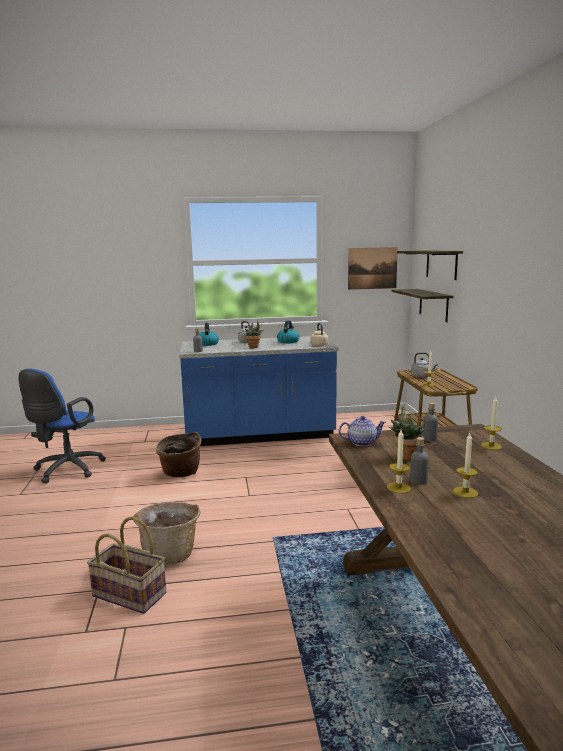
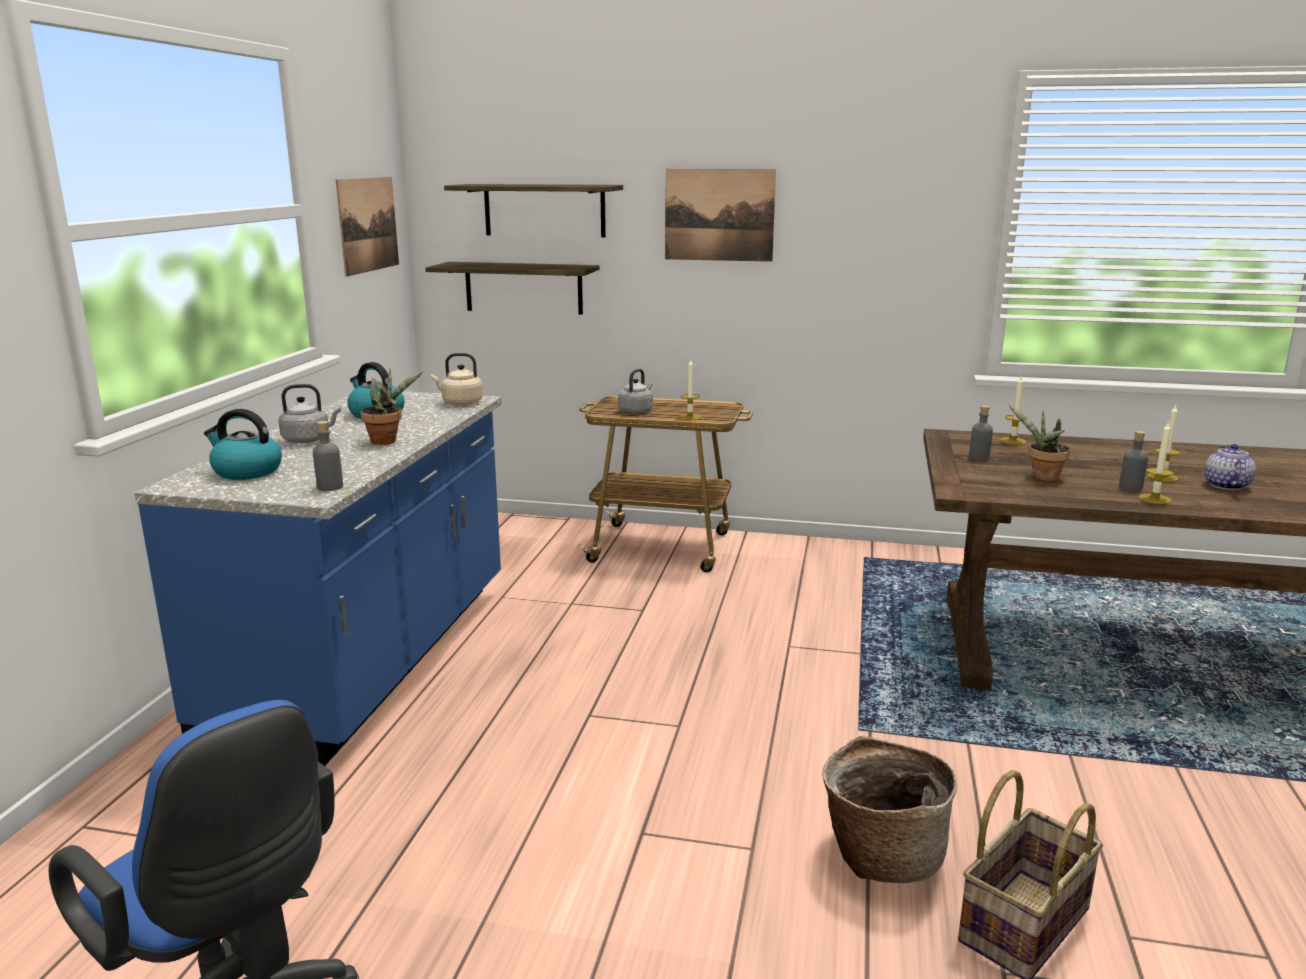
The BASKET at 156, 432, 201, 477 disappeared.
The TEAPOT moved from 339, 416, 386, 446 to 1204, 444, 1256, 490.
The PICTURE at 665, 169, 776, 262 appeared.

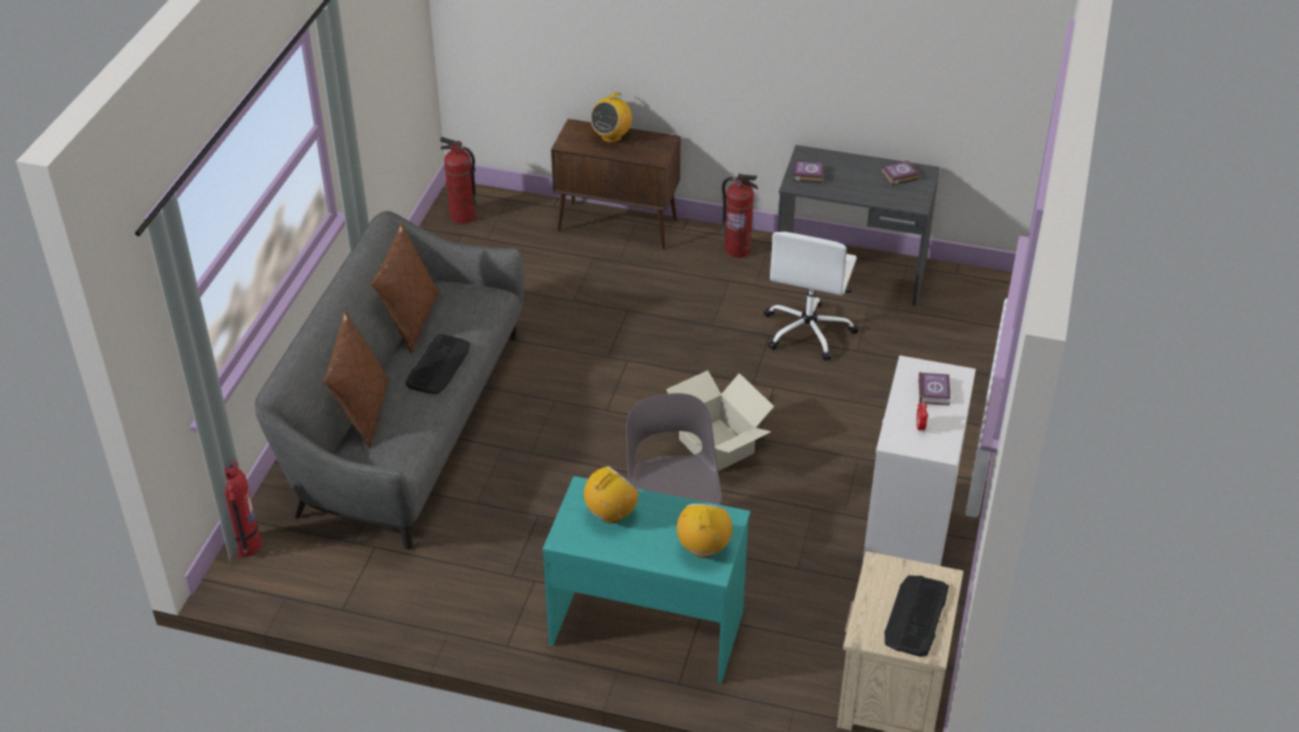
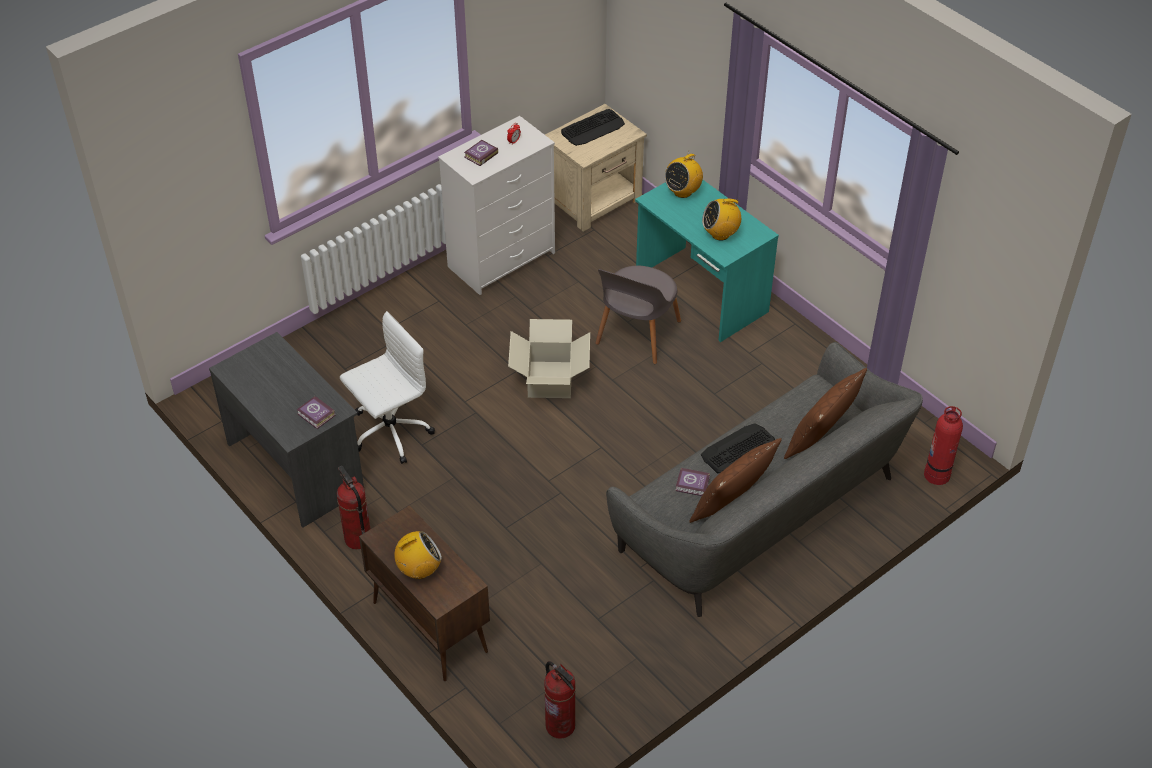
The BOOK moved from 881, 161, 919, 186 to 675, 468, 710, 496.

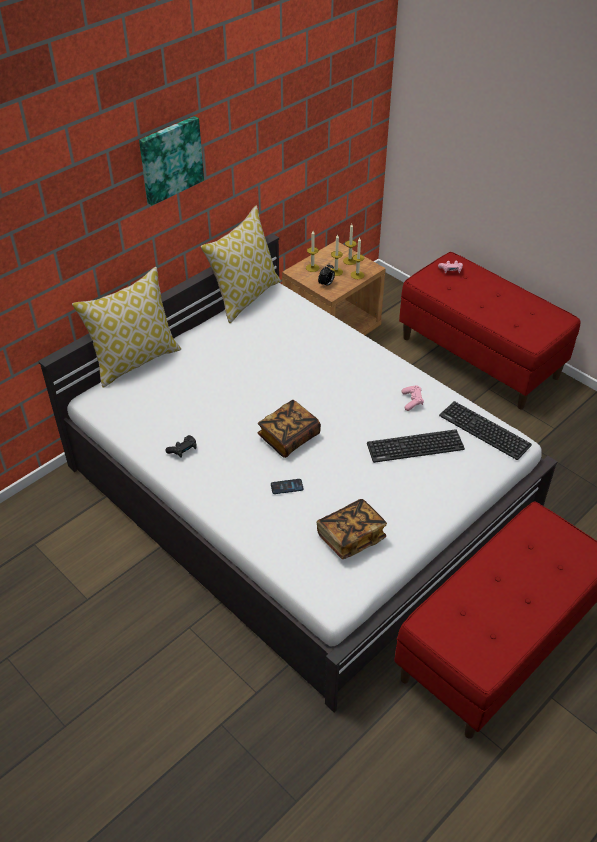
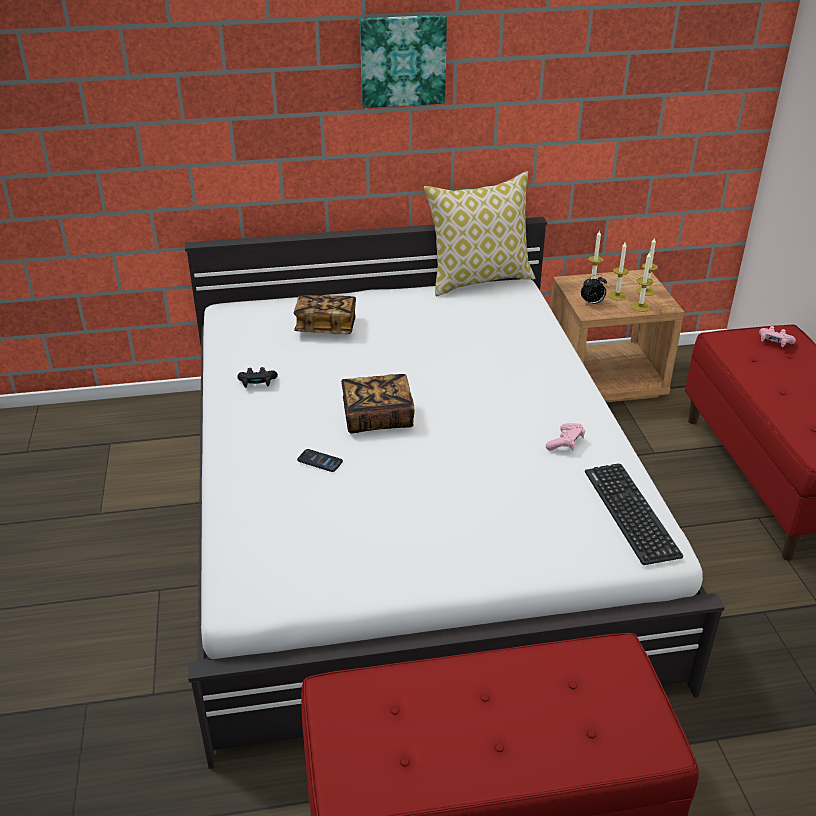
The PILLOW at 72, 267, 181, 388 disappeared.
The BOOK moved from 317, 499, 387, 559 to 294, 295, 356, 334.
The KEYBOARD at 367, 429, 465, 463 disappeared.

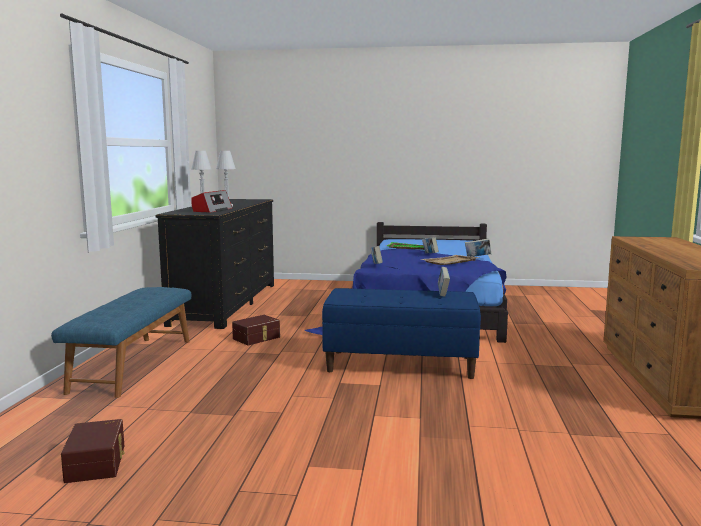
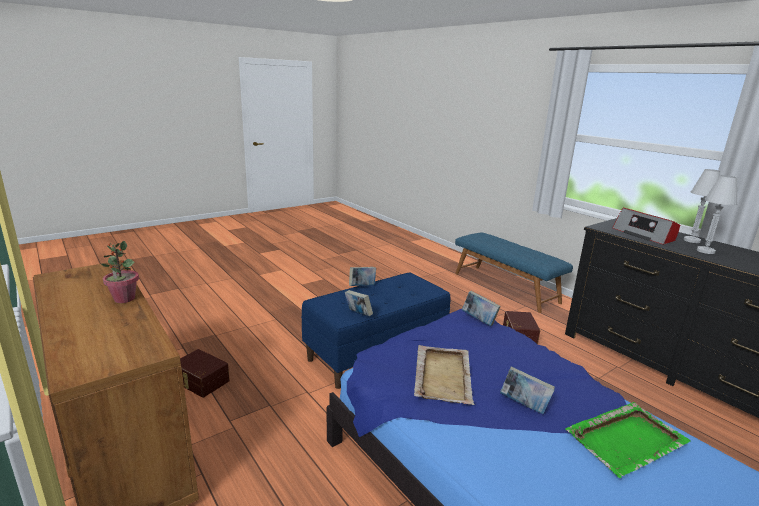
The BROWN STORAGE BOX moved from 61, 419, 125, 483 to 180, 349, 230, 398.
The BOOK moved from 465, 238, 491, 257 to 349, 267, 376, 286.
The POTTED PLANT at 101, 241, 139, 303 appeared.

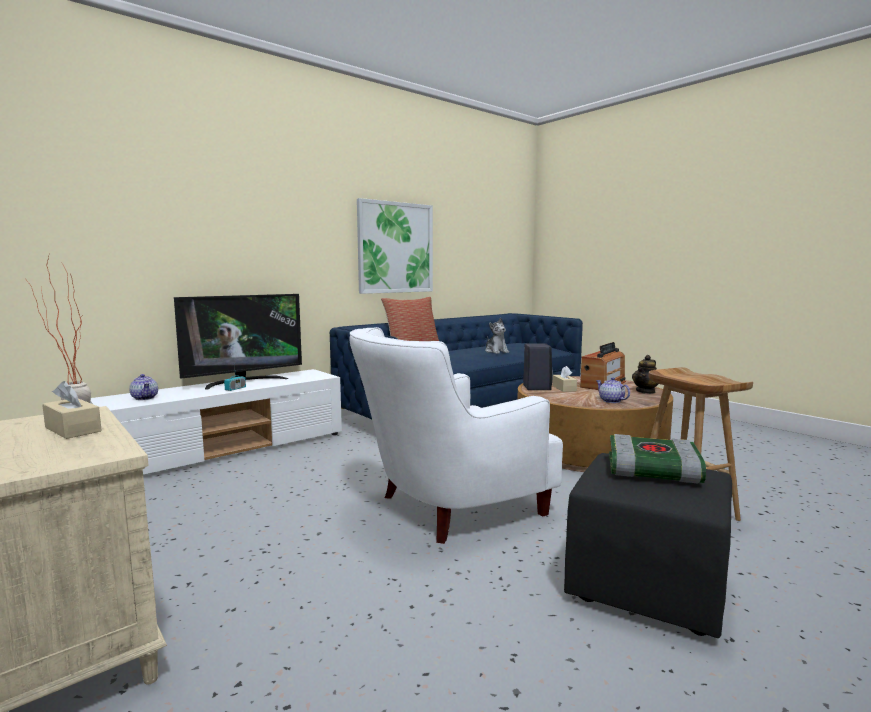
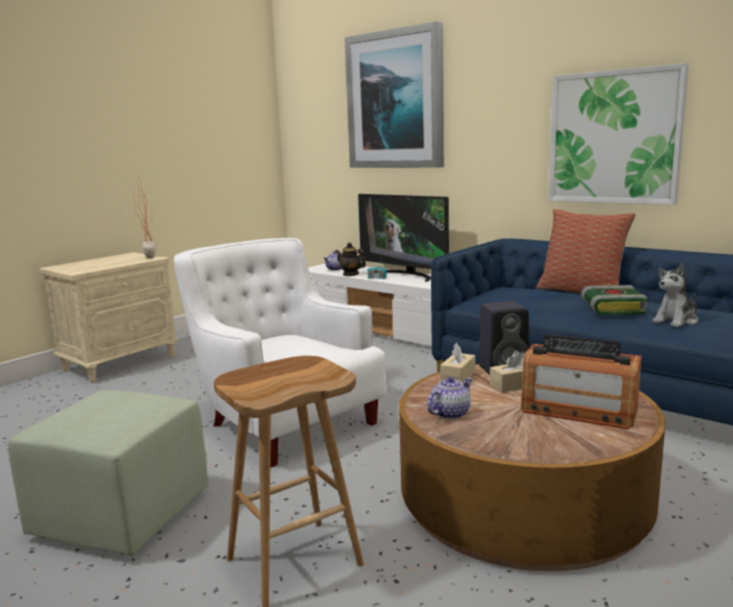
The BEIGE TISSUE BOX moved from 42, 381, 102, 439 to 440, 343, 475, 383.
The BLACK OTTOMAN at 564, 453, 732, 638 became the GREEN OTTOMAN at 8, 390, 209, 557.
The BOOK moved from 609, 434, 706, 484 to 581, 285, 647, 315.
The TEAPOT moved from 632, 355, 658, 394 to 335, 242, 366, 276.
The PICTURE at 344, 21, 444, 168 appeared.

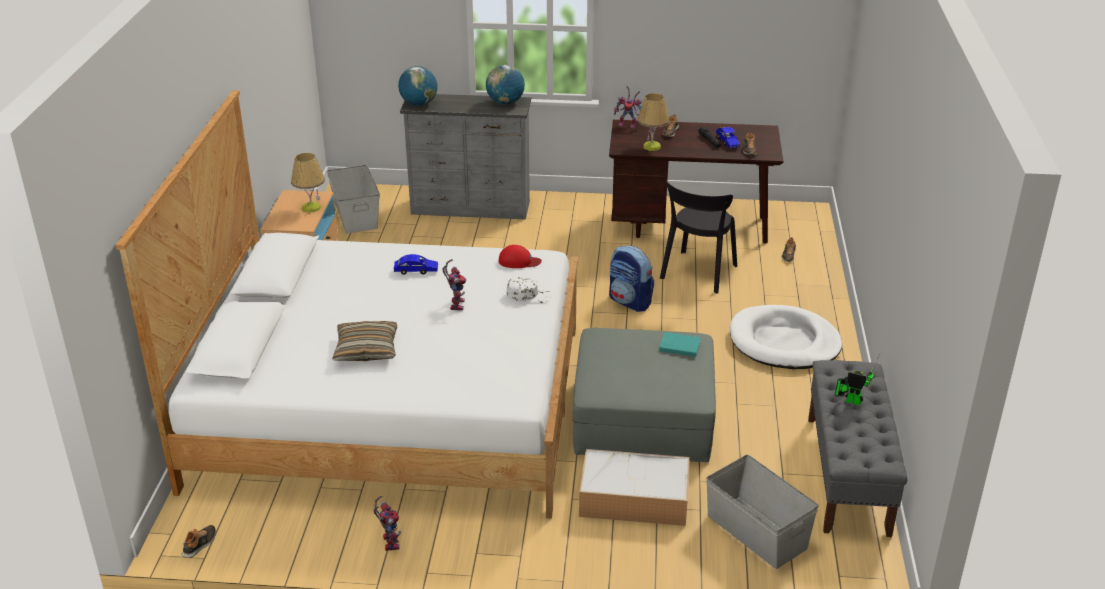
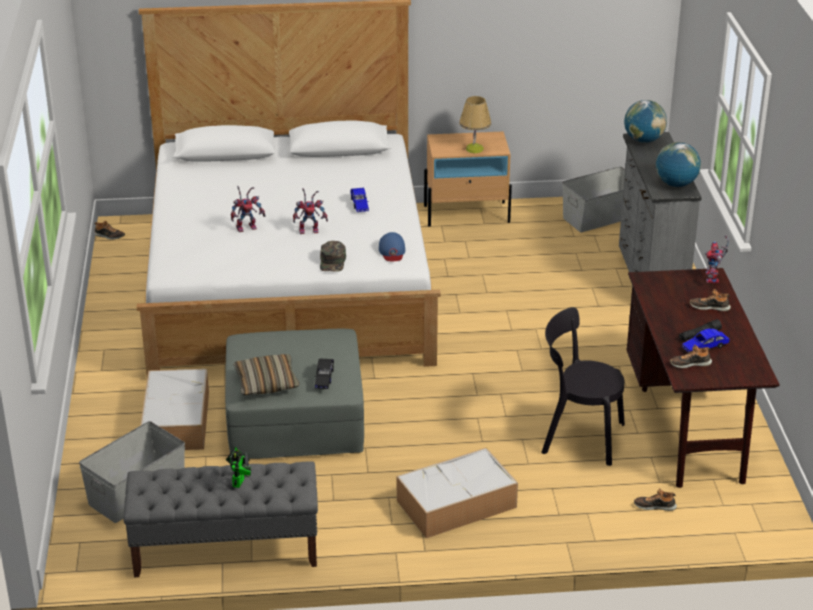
The PILLOW moved from 332, 321, 397, 361 to 233, 354, 299, 395.
The TOY ROBOT moved from 374, 496, 401, 551 to 231, 186, 266, 232.
The RED CAP at 499, 245, 542, 268 became the BLUE CAP at 379, 232, 405, 261.
The WHITE CAP at 507, 276, 551, 303 became the GREEN CAP at 320, 241, 346, 272.
The BACKPACK at 609, 246, 654, 312 disappeared.
The TABLE LAMP at 638, 93, 670, 151 disappeared.
The TURQUOISE BOOK at 659, 332, 701, 357 was replaced by the BLACK TOY CAR at 314, 359, 334, 389.
The WHITE DOG BED at 730, 305, 842, 369 was replaced by the STORAGE BOX at 397, 448, 518, 538.

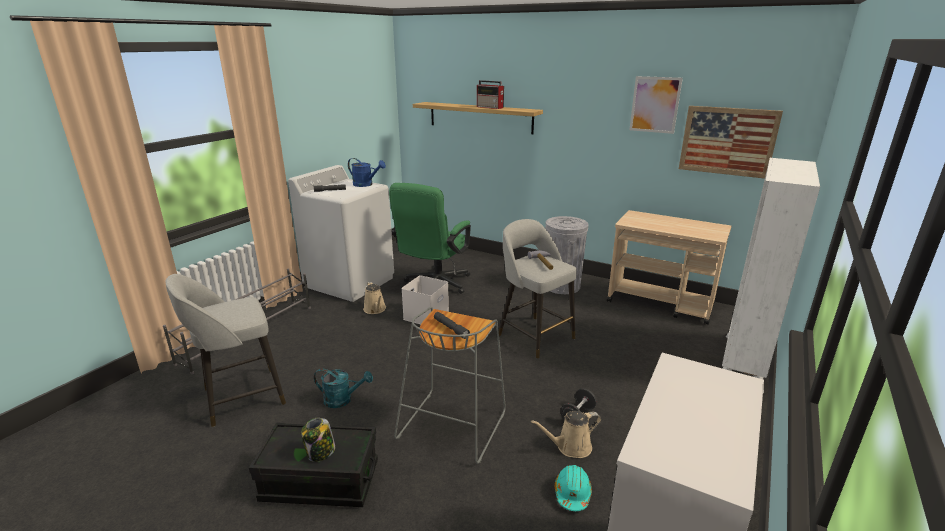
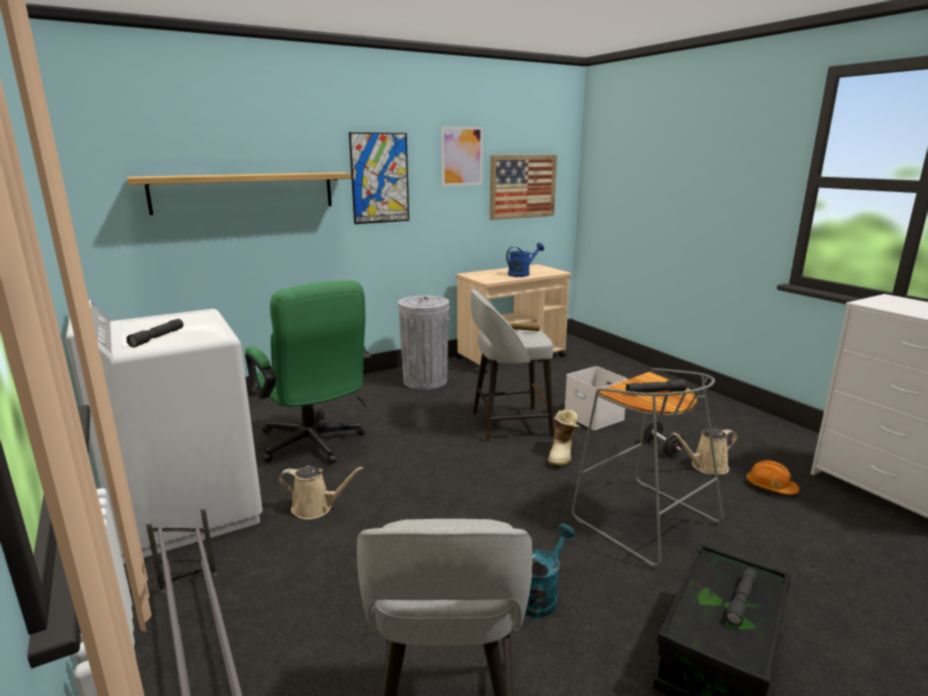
The JAR at 301, 418, 335, 462 was replaced by the GREY FLASHLIGHT at 725, 568, 757, 627.
The BLUE WATERING CAN moved from 348, 158, 386, 187 to 506, 243, 544, 277.
The WHITE STORAGE BOX moved from 401, 275, 449, 325 to 565, 366, 628, 430.
The RADIO at 477, 80, 504, 109 disappeared.
The BEIGE WATERING CAN at 531, 411, 601, 458 turned 60 degrees clockwise.
The TURQUOISE HARD HAT at 555, 465, 592, 511 became the ORANGE HARD HAT at 746, 460, 799, 495.
The WHITE BOOKCASE at 722, 158, 820, 393 disappeared.
The PICTURE at 349, 132, 409, 224 appeared.
The BOOT at 548, 410, 580, 468 appeared.

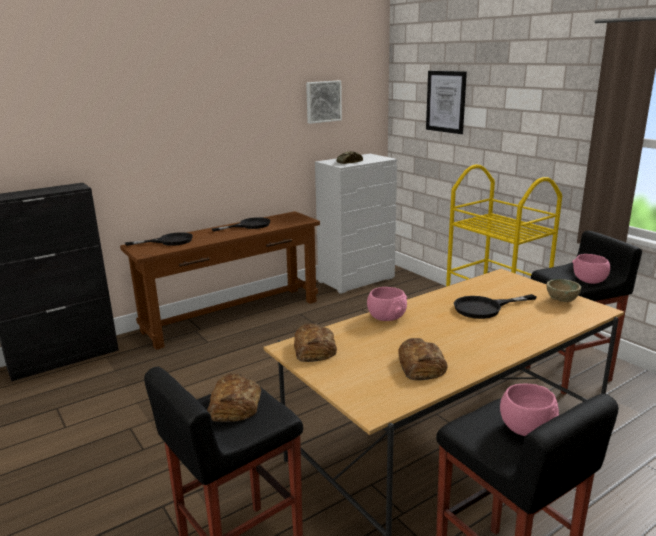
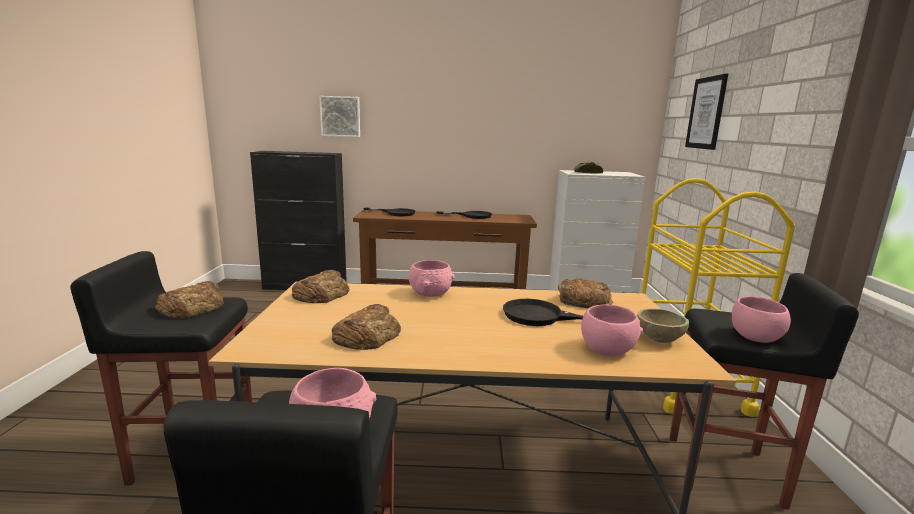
The PICTURE moved from 306, 81, 342, 124 to 319, 96, 360, 137.
The BREAD at 558, 278, 613, 308 appeared.
The PINK BOWL at 581, 304, 643, 357 appeared.

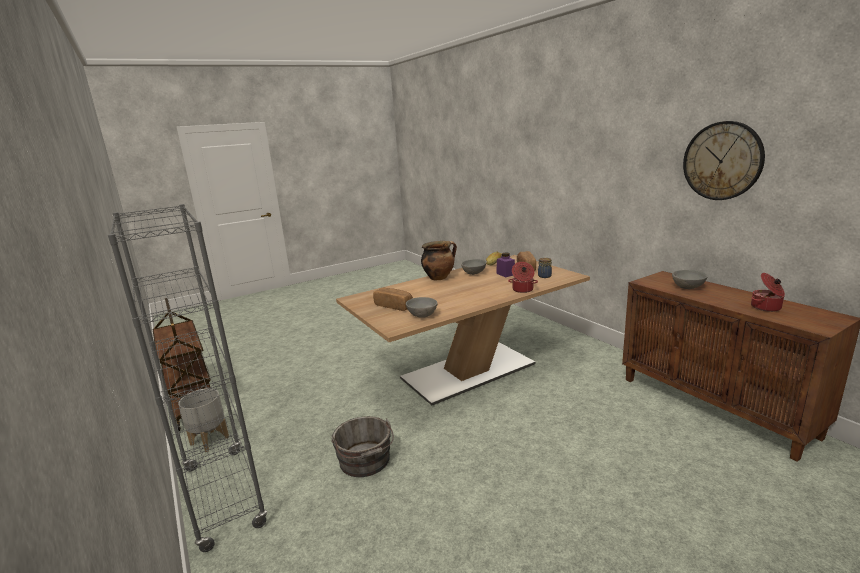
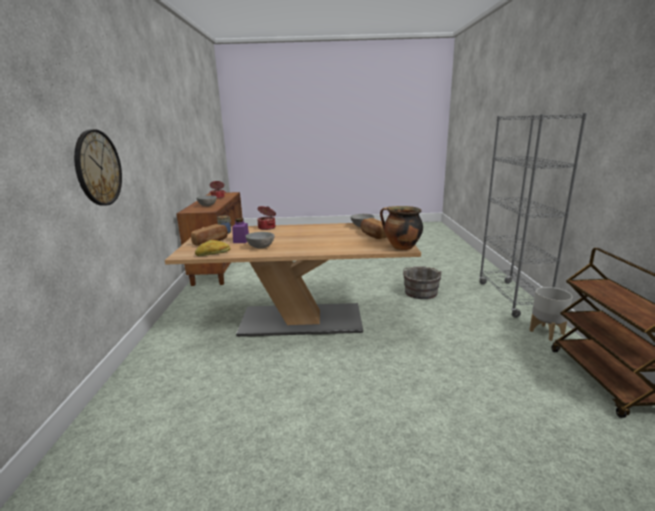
The COOKING POT moved from 421, 241, 457, 280 to 380, 206, 423, 250.
The WALL CLOCK moved from 683, 121, 765, 200 to 74, 129, 122, 206.

